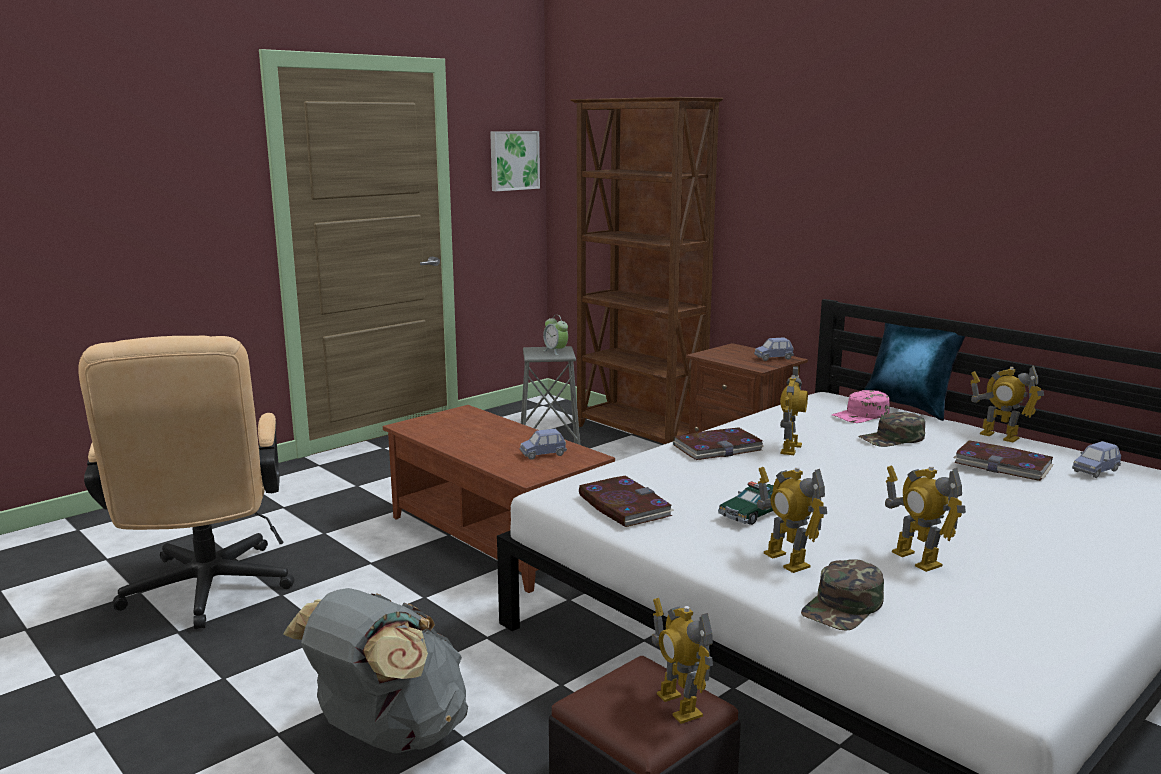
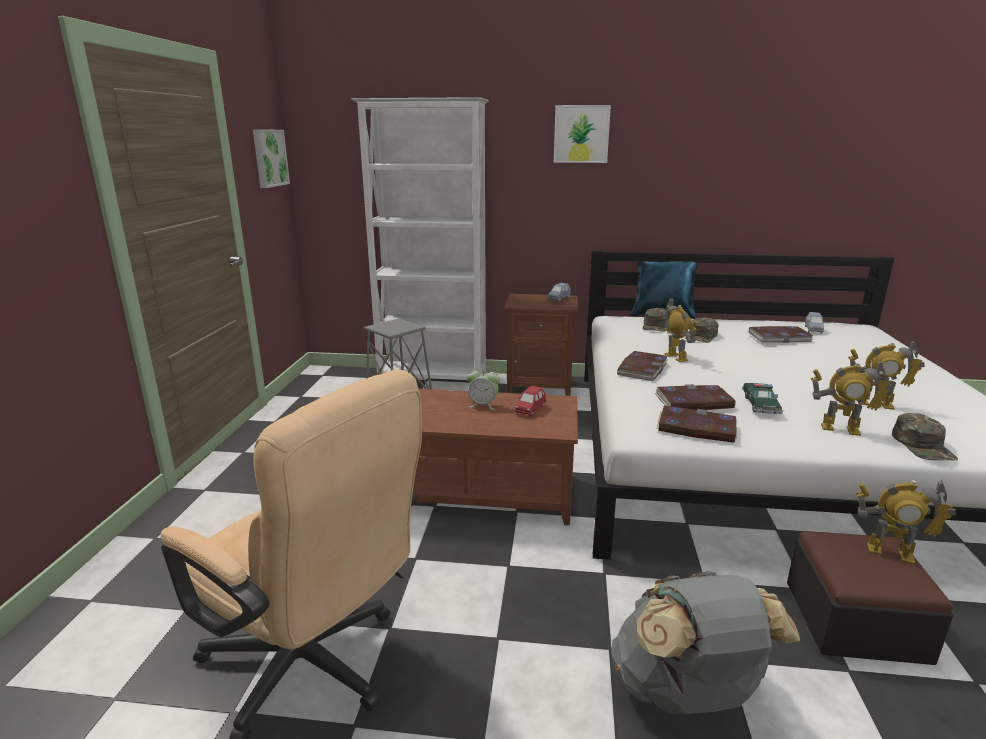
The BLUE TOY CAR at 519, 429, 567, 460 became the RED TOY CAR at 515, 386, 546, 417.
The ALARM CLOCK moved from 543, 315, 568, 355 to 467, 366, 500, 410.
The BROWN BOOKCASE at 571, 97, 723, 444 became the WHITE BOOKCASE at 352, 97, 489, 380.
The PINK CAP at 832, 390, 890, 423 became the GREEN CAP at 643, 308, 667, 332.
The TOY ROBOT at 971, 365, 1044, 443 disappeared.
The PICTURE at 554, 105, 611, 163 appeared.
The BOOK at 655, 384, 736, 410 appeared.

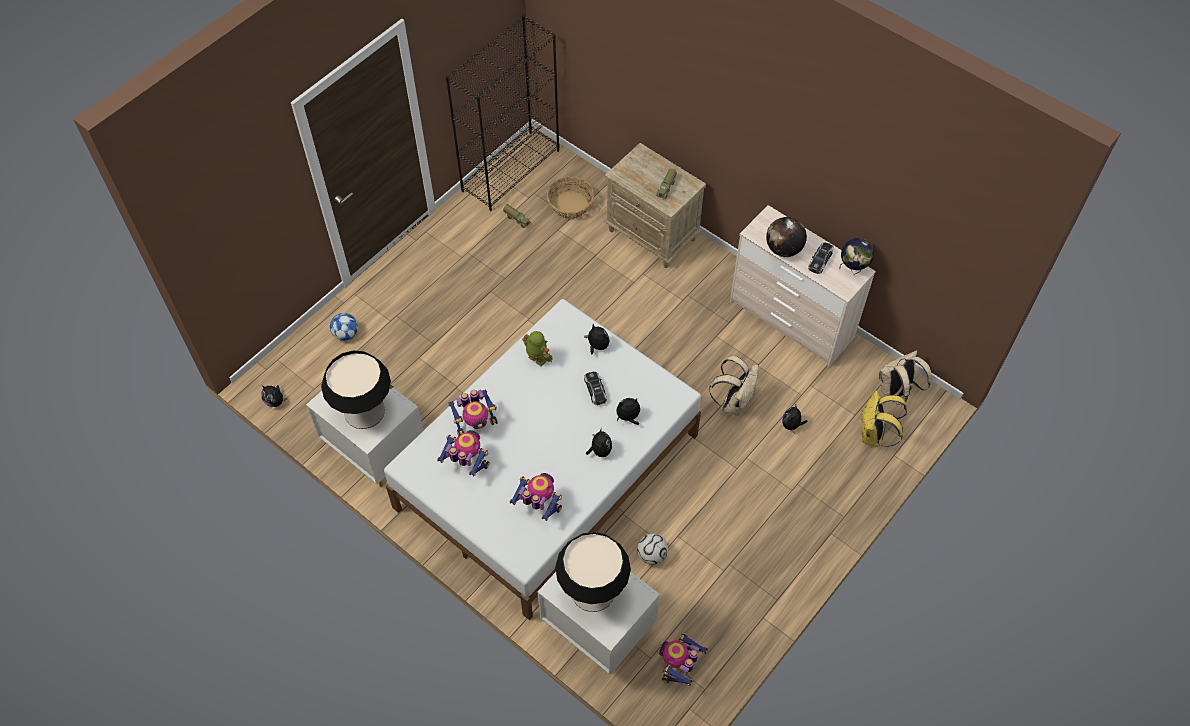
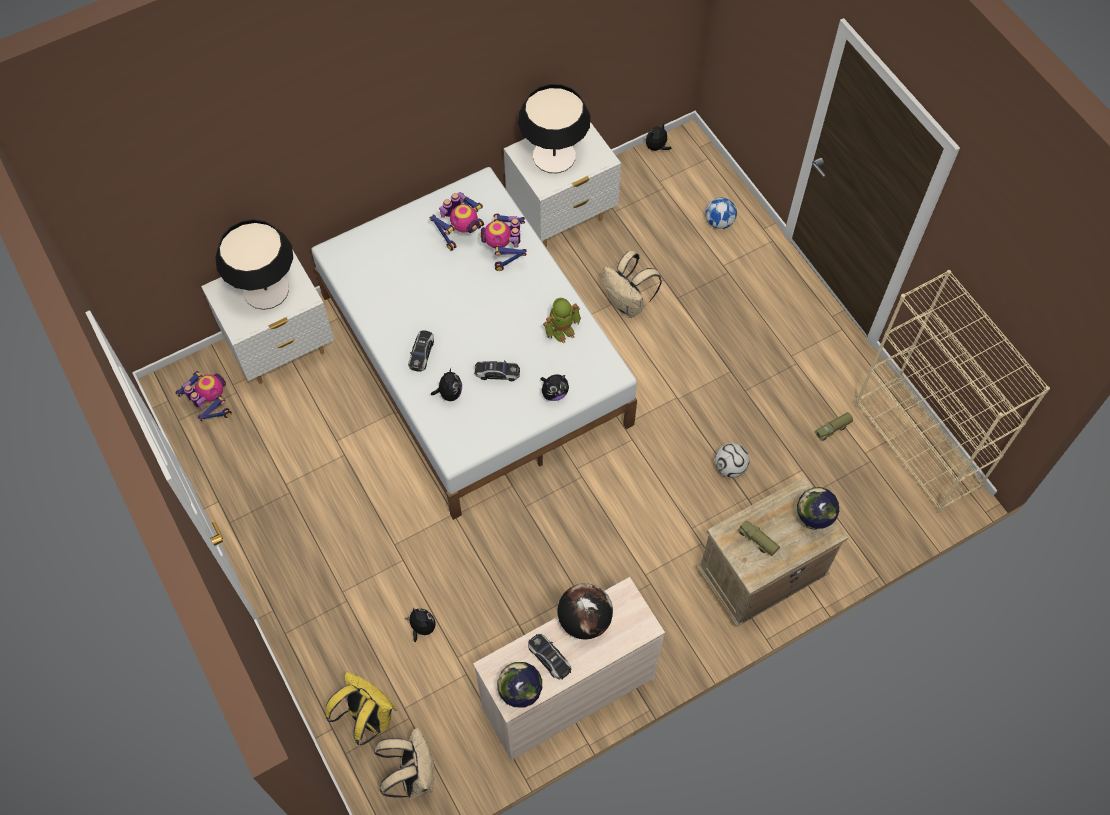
The BLACK BOOKCASE at 446, 15, 559, 211 became the BEIGE BOOKCASE at 855, 270, 1050, 513.
The TOY ROBOT at 510, 473, 562, 521 disappeared.
The BASKET at 547, 177, 594, 219 disappeared.
The PLUSH TOY at 586, 428, 612, 457 was replaced by the TOY CAR at 408, 330, 434, 372.
The FOOTBALL moved from 637, 533, 668, 565 to 715, 443, 750, 478.
The BEIGE BACKPACK moved from 709, 356, 759, 416 to 602, 251, 662, 318.
The GLOBE at 797, 487, 839, 530 appeared.

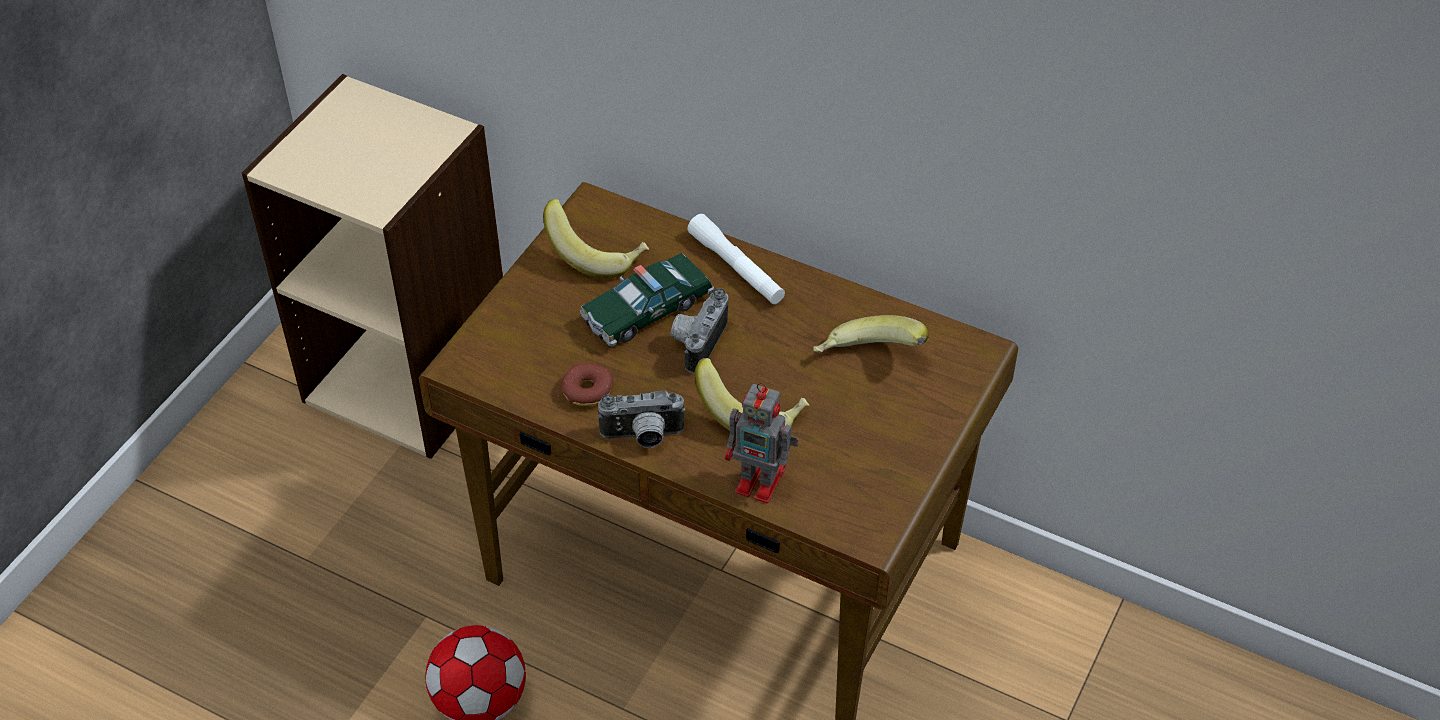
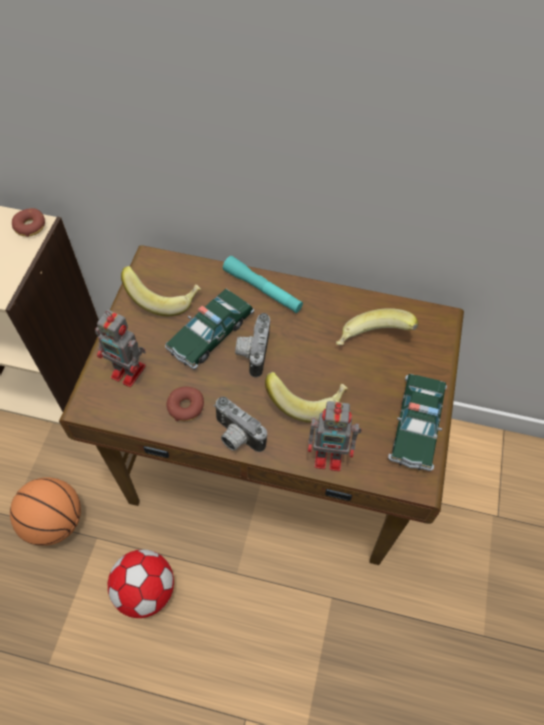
The PHOTO CAMERA at 597, 391, 686, 448 turned 60 degrees clockwise.
The WHITE FLASHLIGHT at 687, 214, 785, 304 became the TURQUOISE FLASHLIGHT at 223, 256, 303, 313.
The BASKETBALL at 10, 477, 81, 546 appeared.
The DONUT at 12, 208, 45, 237 appeared.
The TOY ROBOT at 95, 310, 146, 387 appeared.
The TOY CAR at 388, 374, 447, 471 appeared.

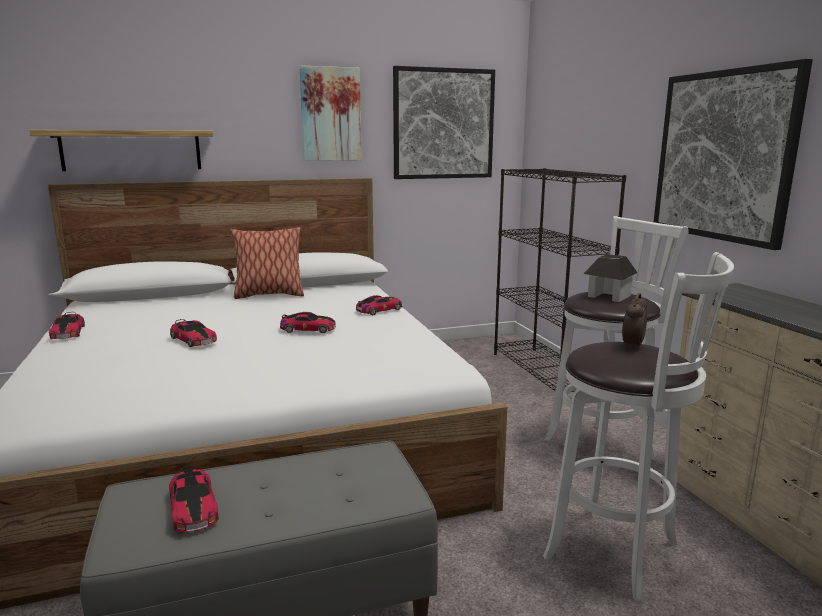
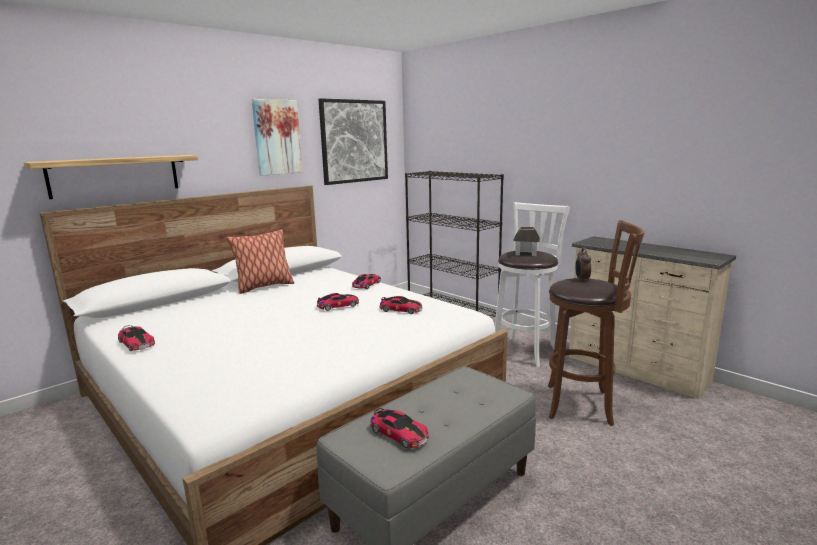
The TOY CAR moved from 170, 319, 217, 347 to 380, 296, 422, 314.
The WHITE STOOL at 543, 252, 734, 603 became the BROWN STOOL at 548, 220, 645, 426.
The PICTURE at 654, 59, 813, 250 disappeared.

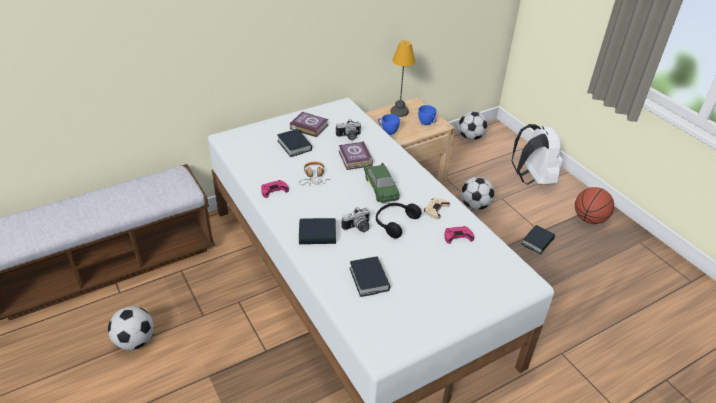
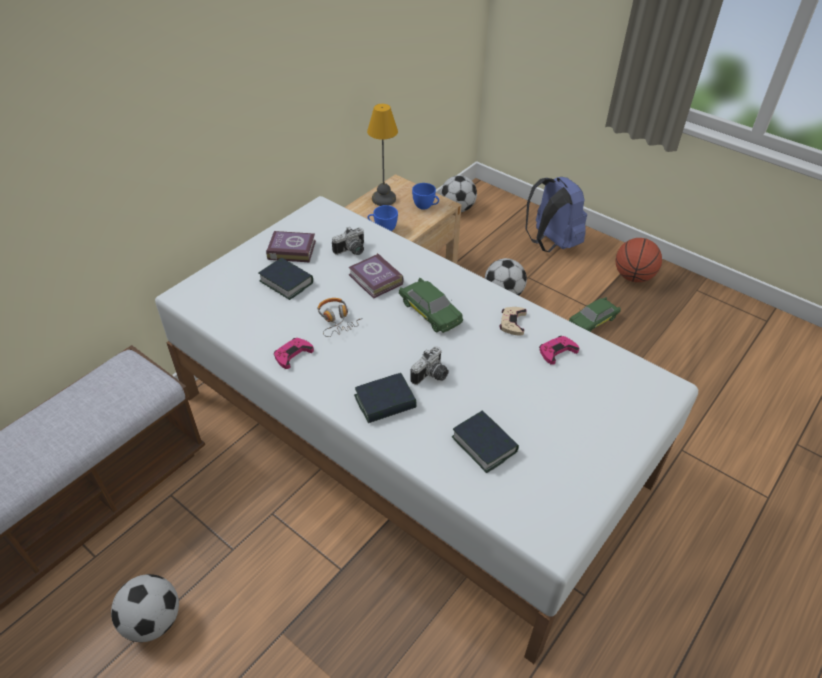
The BLACK HEADPHONES at 376, 203, 421, 238 disappeared.
The WHITE BACKPACK at 512, 124, 563, 185 became the BLUE BACKPACK at 525, 177, 587, 252.
The BOOK at 521, 225, 555, 254 was replaced by the GREEN TOY CAR at 569, 297, 621, 332.

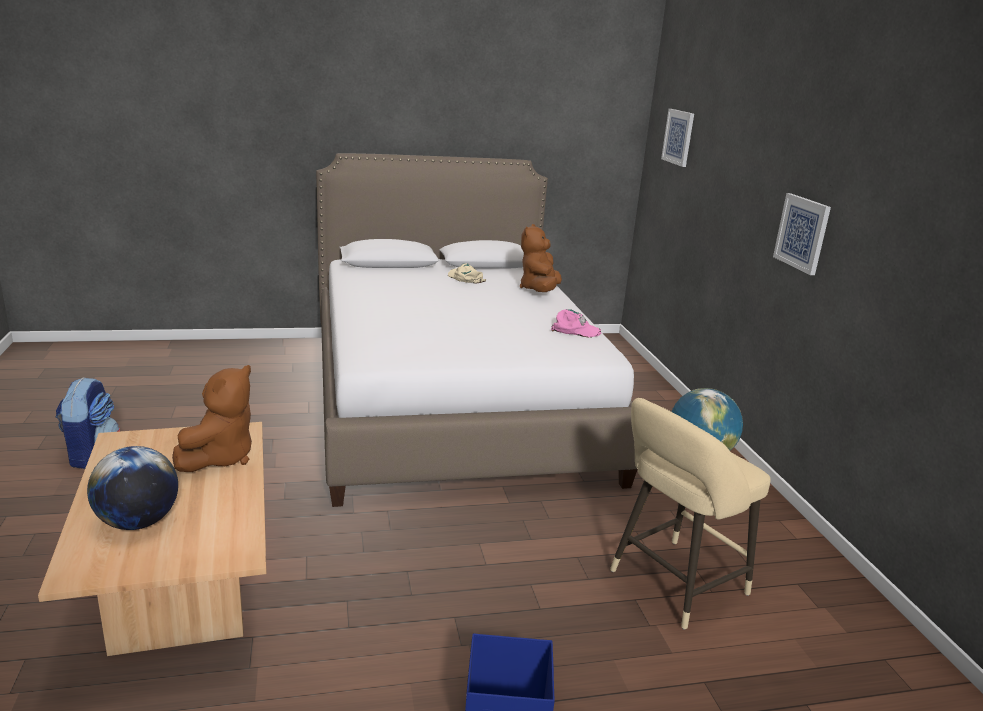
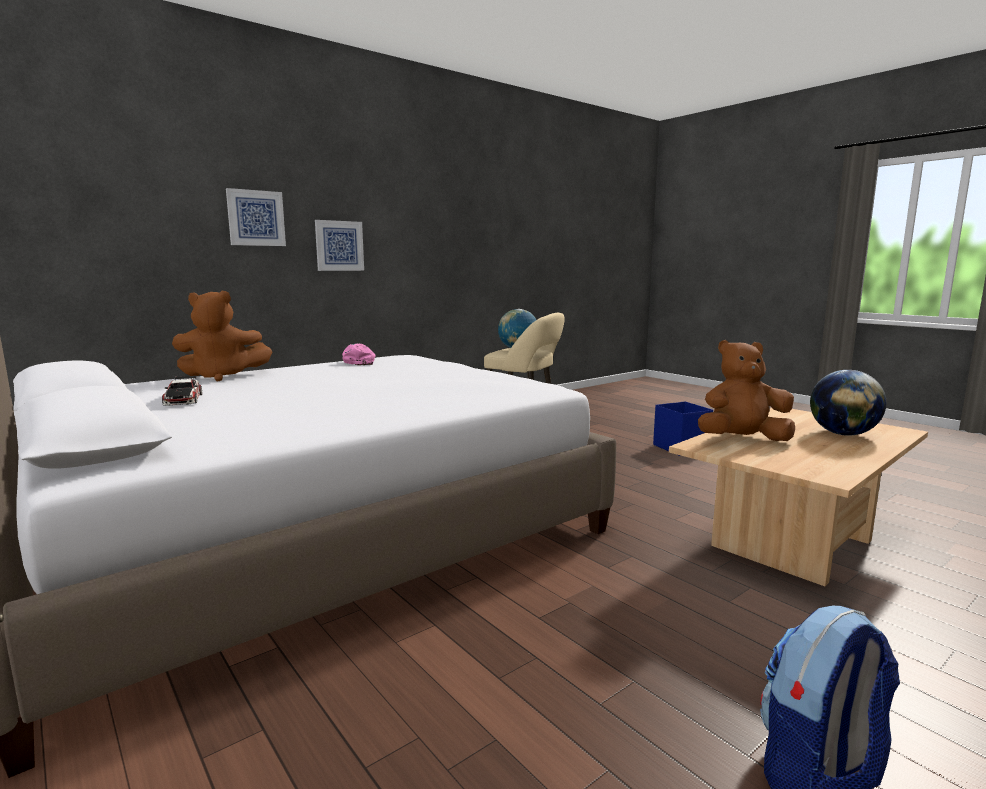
The BEIGE CAP at 448, 263, 487, 283 was replaced by the TOY CAR at 162, 376, 202, 406.
The PICTURE moved from 661, 109, 694, 167 to 226, 188, 286, 246.

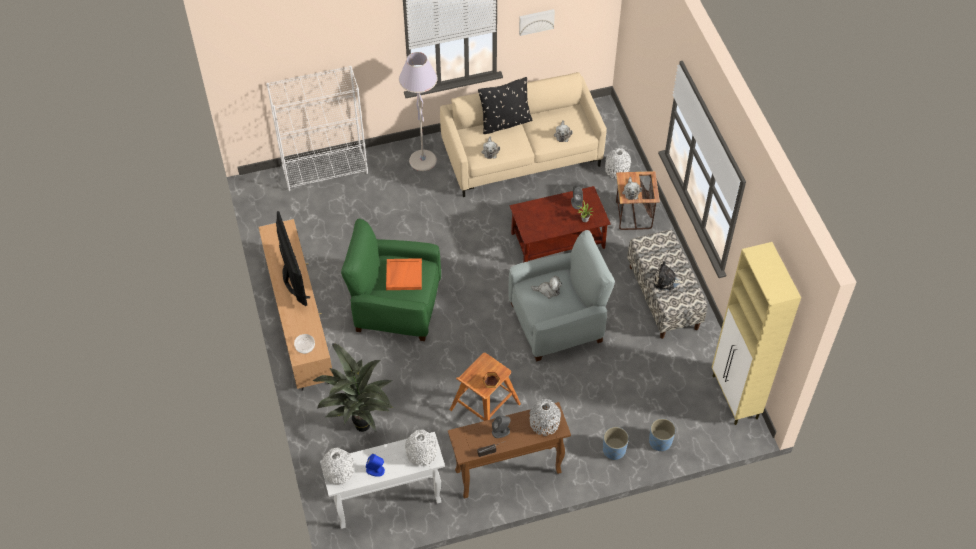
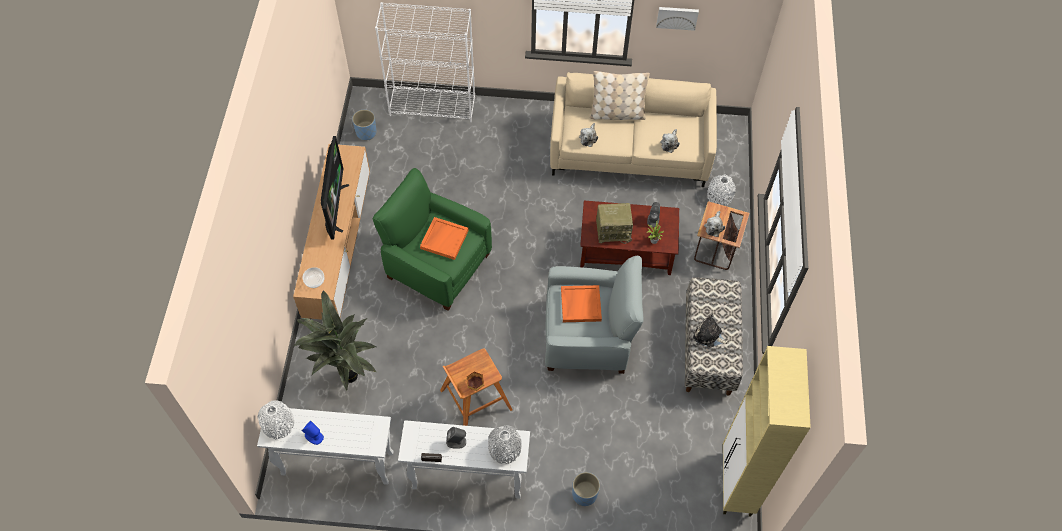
The GREY FLOOR LAMP at 399, 52, 438, 171 disappeared.
The WHITE VASE at 405, 430, 437, 467 disappeared.
The BROWN CONSOLE TABLE at 448, 402, 571, 498 became the WHITE CONSOLE TABLE at 398, 420, 530, 499.
The BLACK PILLOW at 478, 77, 532, 134 became the BEIGE PILLOW at 590, 71, 650, 120.
The PLUSH TOY at 531, 276, 562, 299 was replaced by the ORANGE TRAY at 561, 285, 602, 322.
The BLUE PLANTER moved from 649, 418, 676, 451 to 352, 110, 377, 140.
The RADIO at 596, 203, 633, 244 appeared.

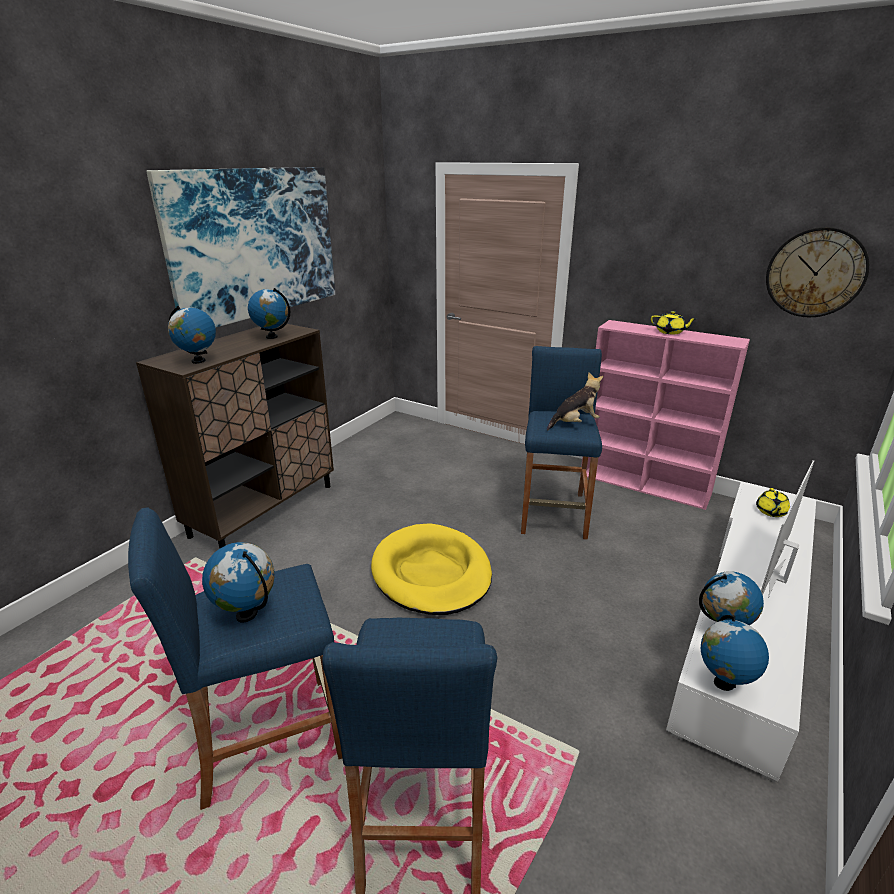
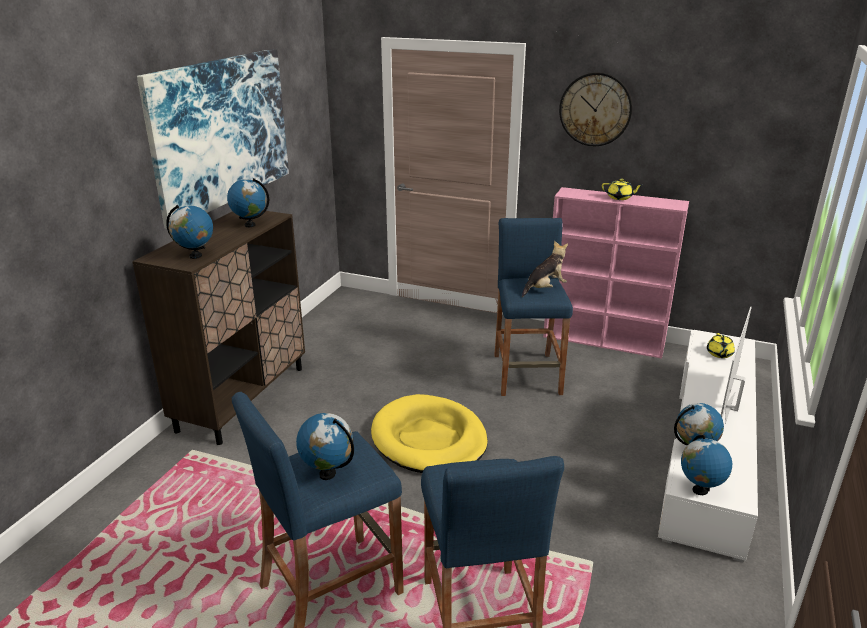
The WALL CLOCK moved from 766, 227, 869, 317 to 559, 72, 632, 146.

